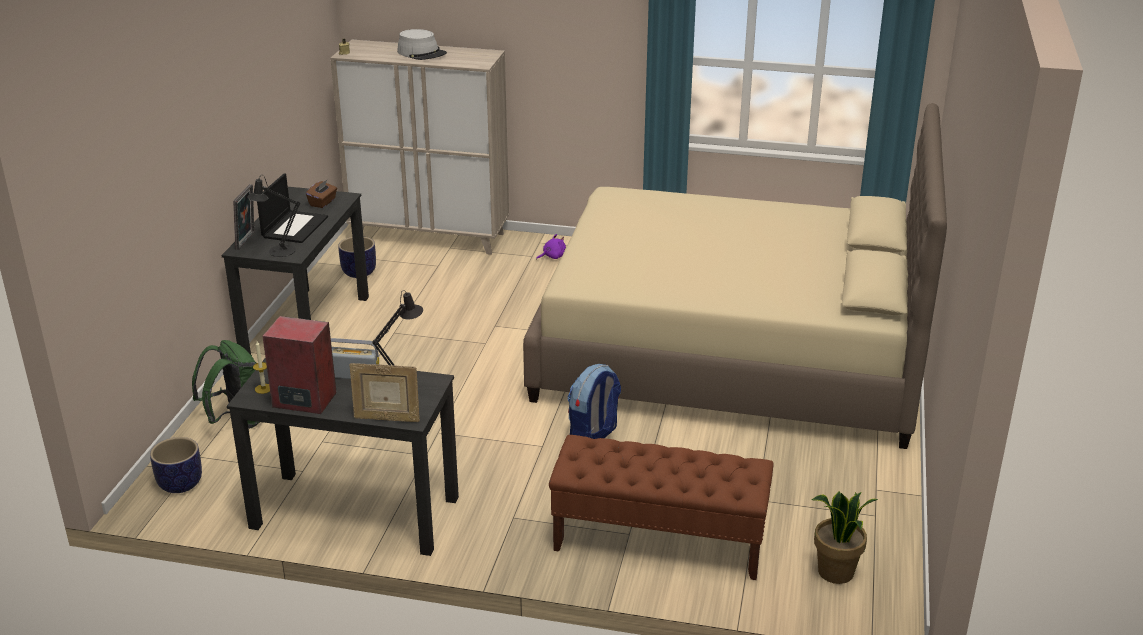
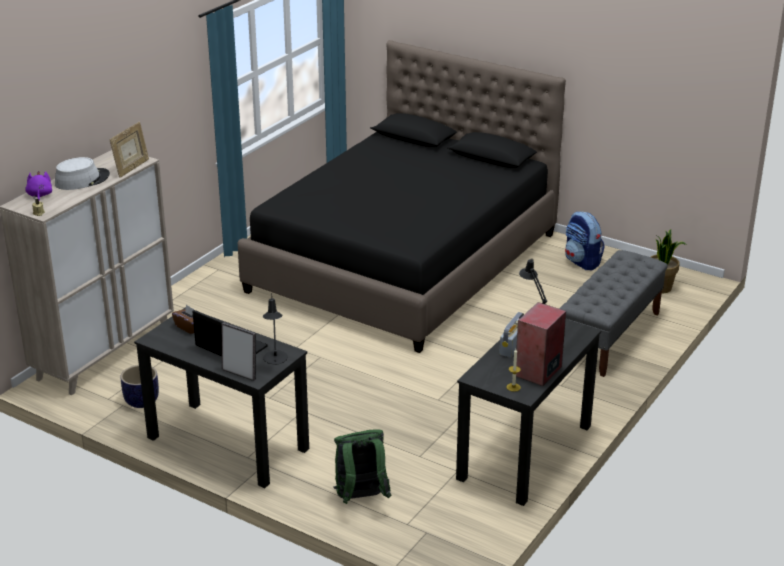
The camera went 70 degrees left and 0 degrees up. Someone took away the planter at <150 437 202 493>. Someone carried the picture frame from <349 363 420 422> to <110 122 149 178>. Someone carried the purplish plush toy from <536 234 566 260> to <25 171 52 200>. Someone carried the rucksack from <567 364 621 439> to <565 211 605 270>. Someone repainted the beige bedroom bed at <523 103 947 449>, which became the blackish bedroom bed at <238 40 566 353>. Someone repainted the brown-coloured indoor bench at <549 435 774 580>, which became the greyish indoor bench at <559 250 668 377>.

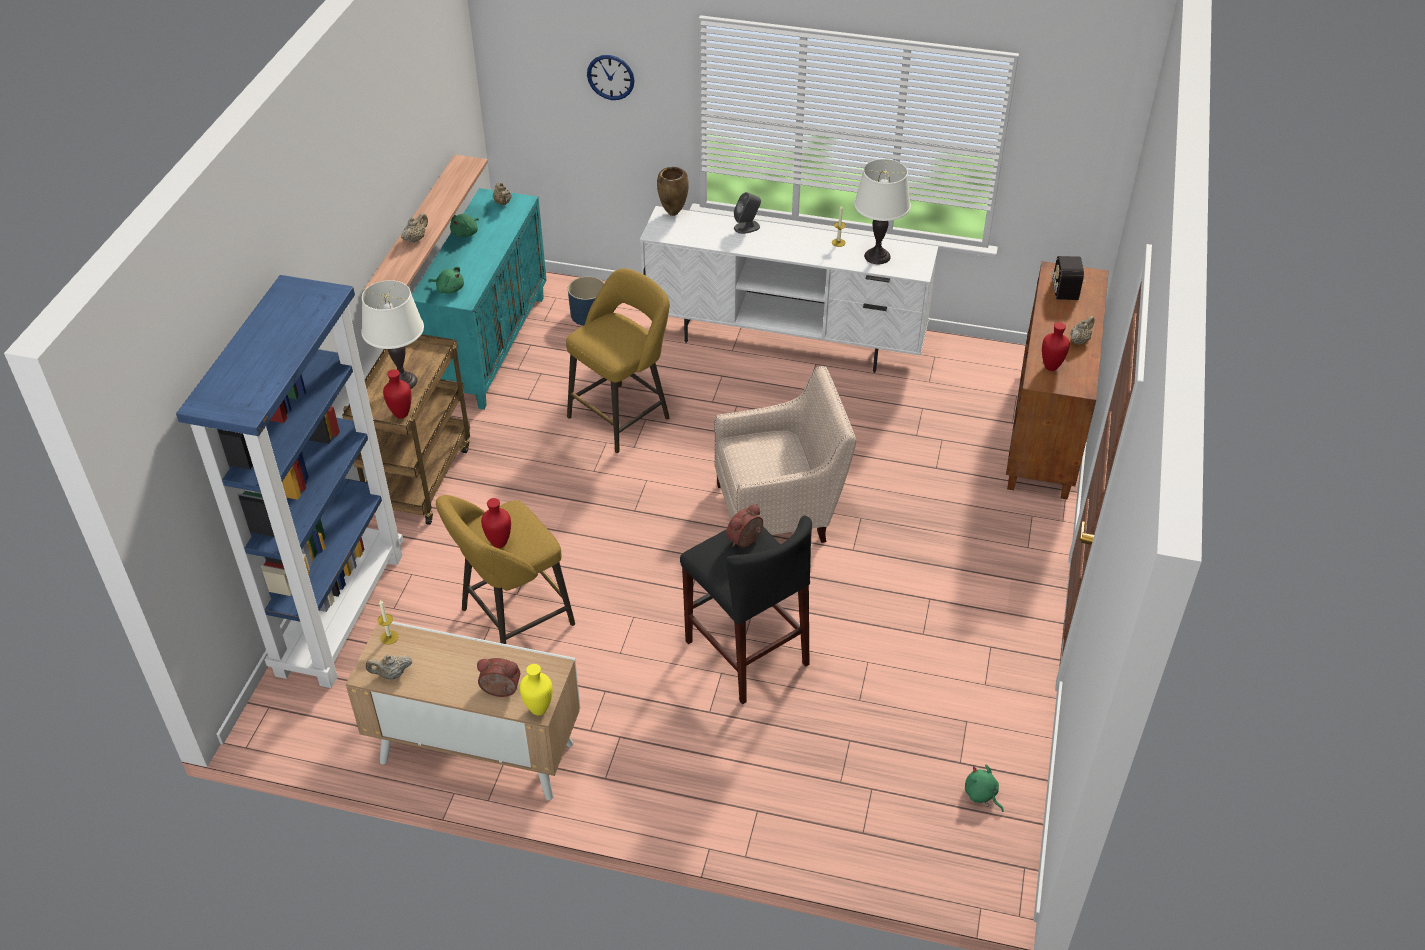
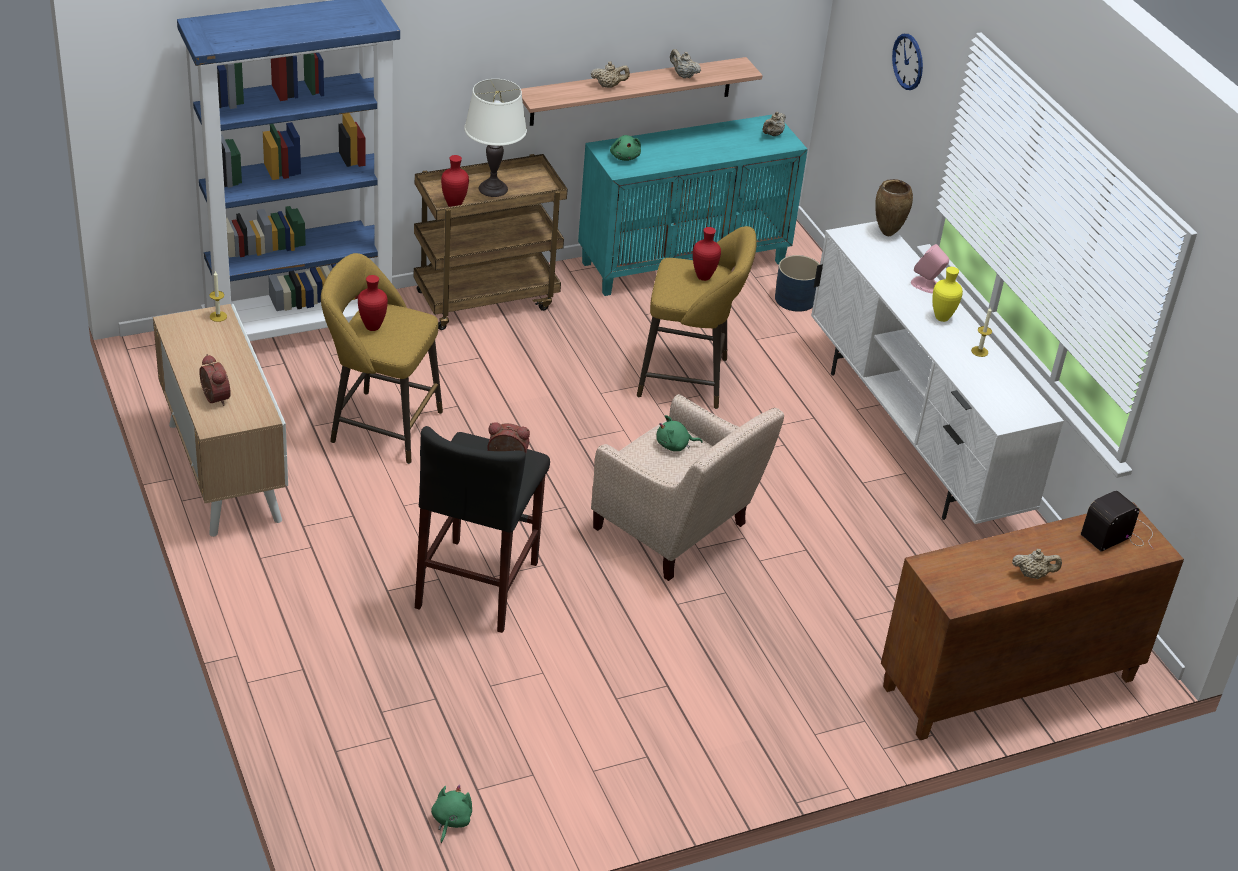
The camera went 50 degrees right and 5 degrees down. Someone took away the whitish tabletop lamp at <854 159 911 264>. Someone carried the beige teapot from <366 654 412 680> to <670 49 701 78>. Someone carried the green-coloured plush toy from <450 214 479 237> to <656 415 703 451>. Someone carried the yellow-coloured vase from <520 664 553 715> to <932 267 963 322>. Someone carried the red vase from <1042 322 1070 371> to <693 227 721 281>. Someone repainted the greyish loudspeaker at <734 192 761 234>, which became the pink-coloured loudspeaker at <911 244 949 294>.

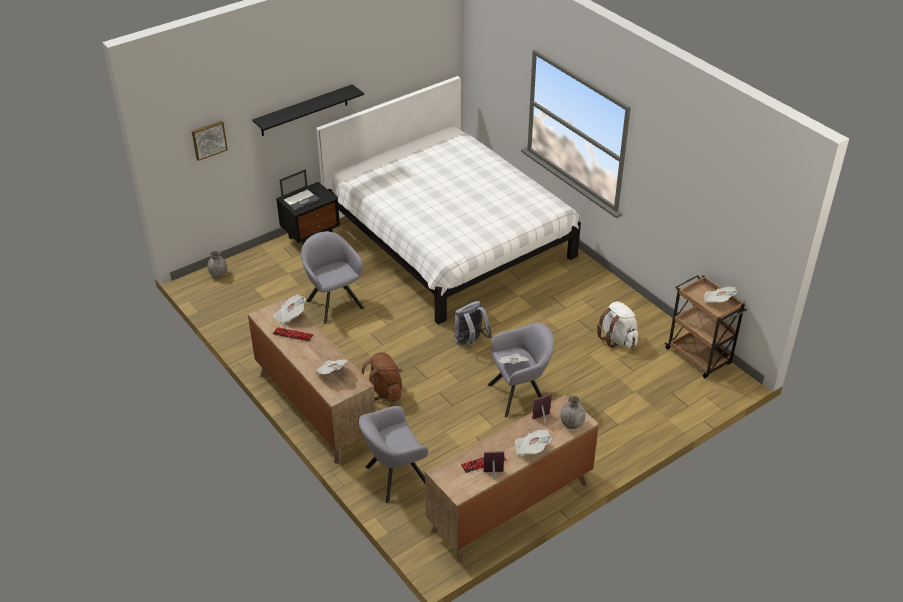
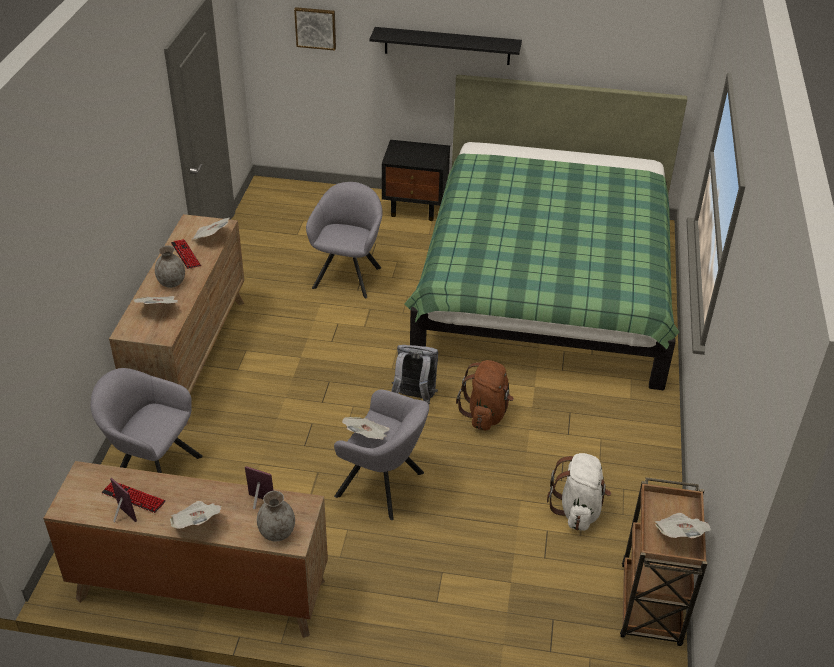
The camera went 45 degrees right and 0 degrees up. Someone took away the portable computer at <280 169 320 211>. Someone carried the greyish vase from <208 251 227 277> to <155 246 185 288>. Someone carried the brown-coloured rucksack from <362 352 402 402> to <456 360 514 430>. Someone repainted the whitish bedroom bed at <316 76 581 325>, which became the green-coloured bedroom bed at <405 75 687 390>.

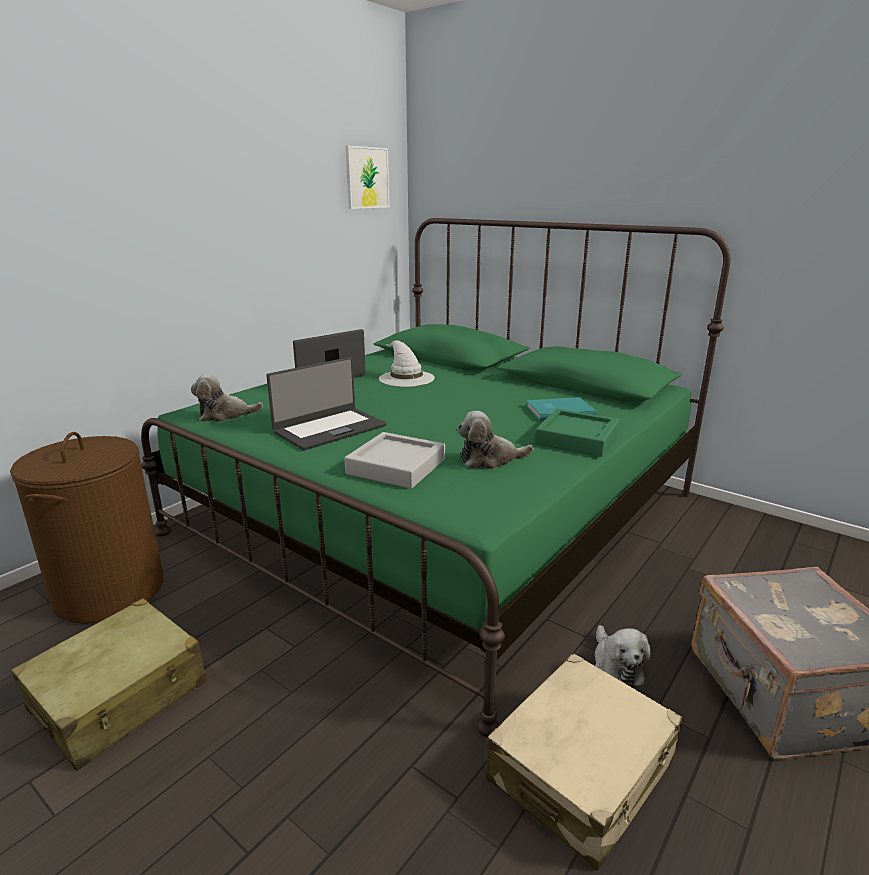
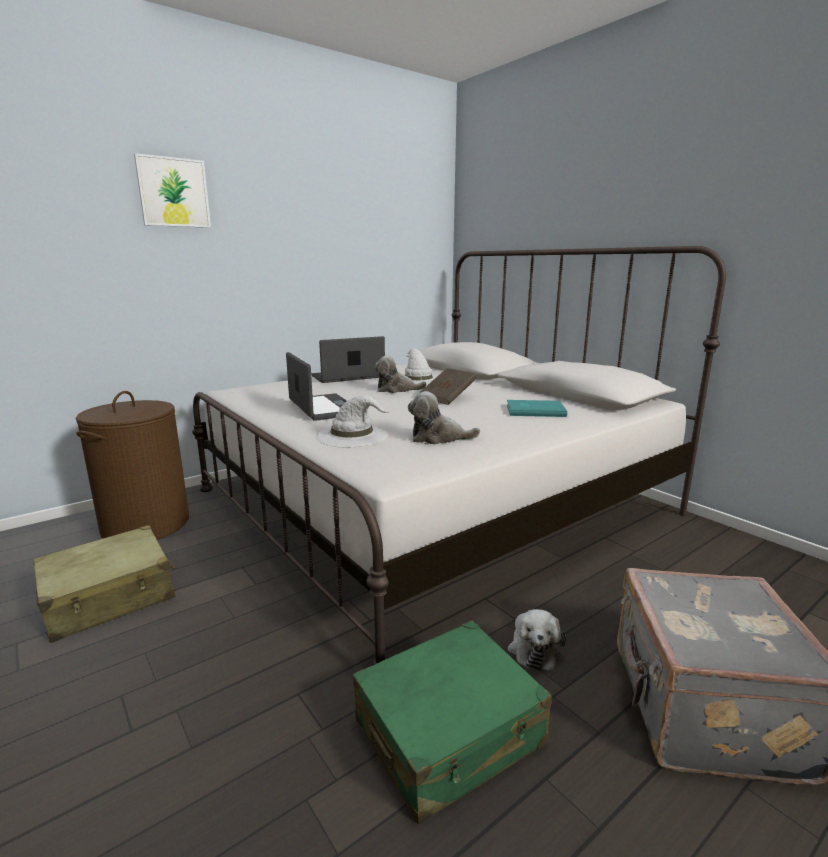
The camera went 15 degrees right and 5 degrees down. Someone took away the green-coloured carrying tray at <535 409 619 457>. Someone put down the brown-coloured volume at <419 368 476 405>. Someone carried the plush toy from <191 374 263 422> to <374 356 426 393>. Someone carried the picture from <345 146 390 209> to <134 153 211 228>. Someone swapped the greyish carrying tray at <344 432 445 489> for the whitish clothing hat at <316 395 389 447>. Someone repainted the green-coloured bedroom bed at <141 218 731 737>, which became the whitish bedroom bed at <192 246 726 665>. Someone repainted the beige suitcase at <485 653 683 871>, which became the green-coloured suitcase at <353 621 552 824>. Someone rotated the portable computer at <266 357 386 450> by 90 degrees counterclockwise.

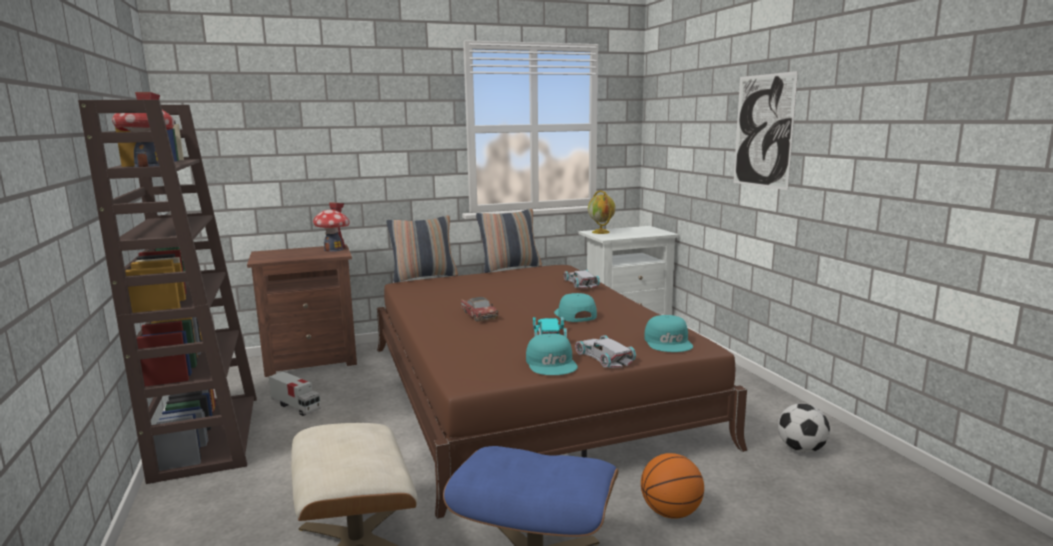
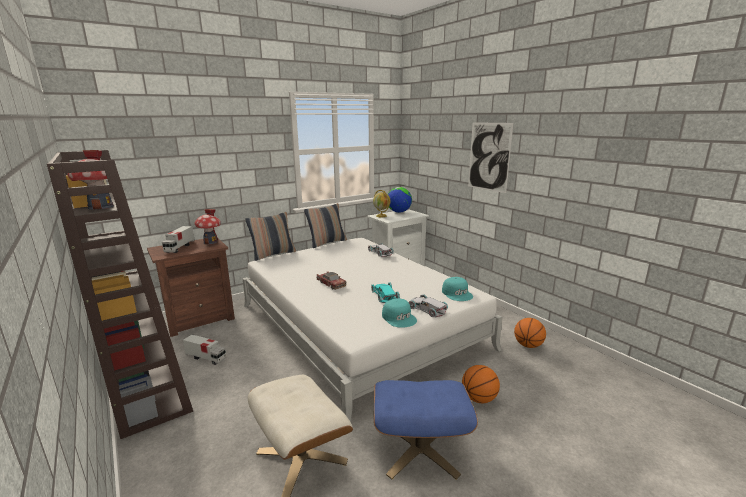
The camera went 15 degrees left and 5 degrees up. Someone took away the blue-green baseball cap at <554 293 597 322>. Someone put down the toy truck at <162 226 195 253>. Someone put down the world globe at <388 187 412 213>. Someone swapped the football at <778 403 830 453> for the basketball at <514 318 546 348>. Someone repainted the brown-coloured bedroom bed at <377 265 748 519>, which became the whitish bedroom bed at <242 238 502 422>.

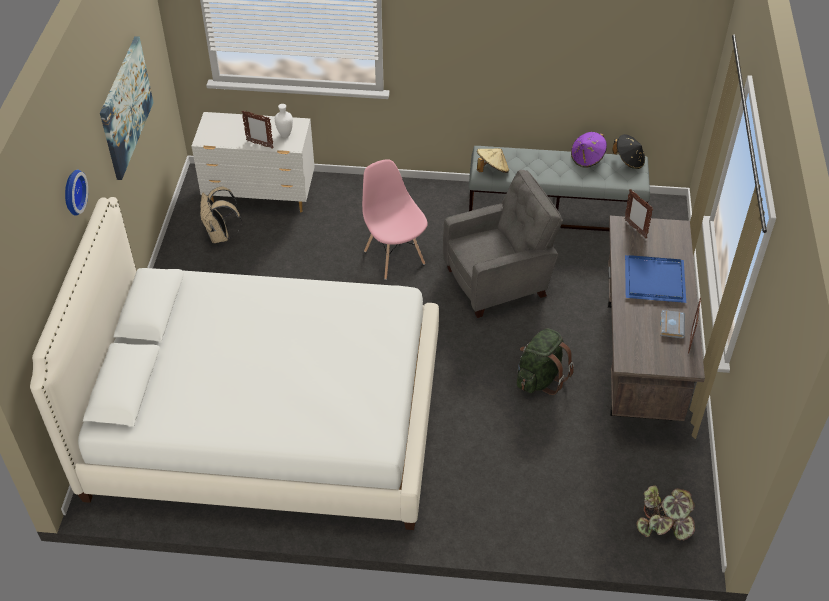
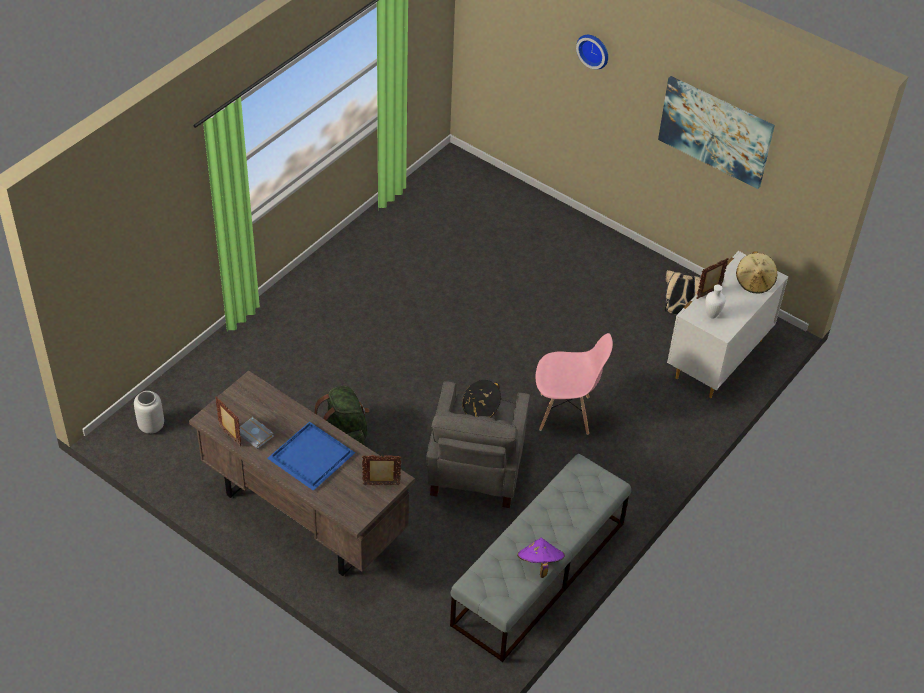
The camera went 120 degrees right and 0 degrees up. Someone took away the whitish bedroom bed at <30 197 439 530>. Someone carried the beige clothing hat from <477 149 509 173> to <736 251 777 294>. Someone carried the blackish clothing hat from <612 134 645 169> to <462 380 501 418>. Someone swapped the potted plant at <637 485 695 541> for the greyish vase at <134 391 164 434>.

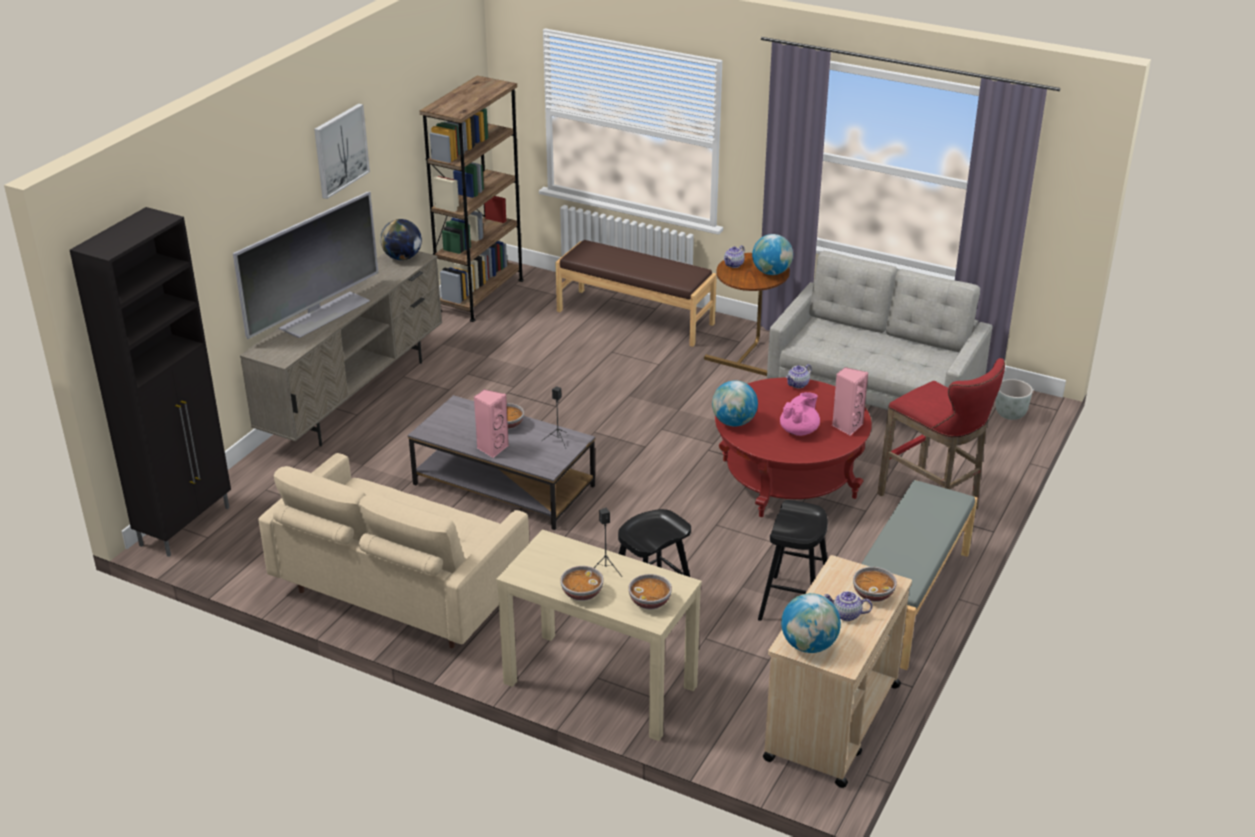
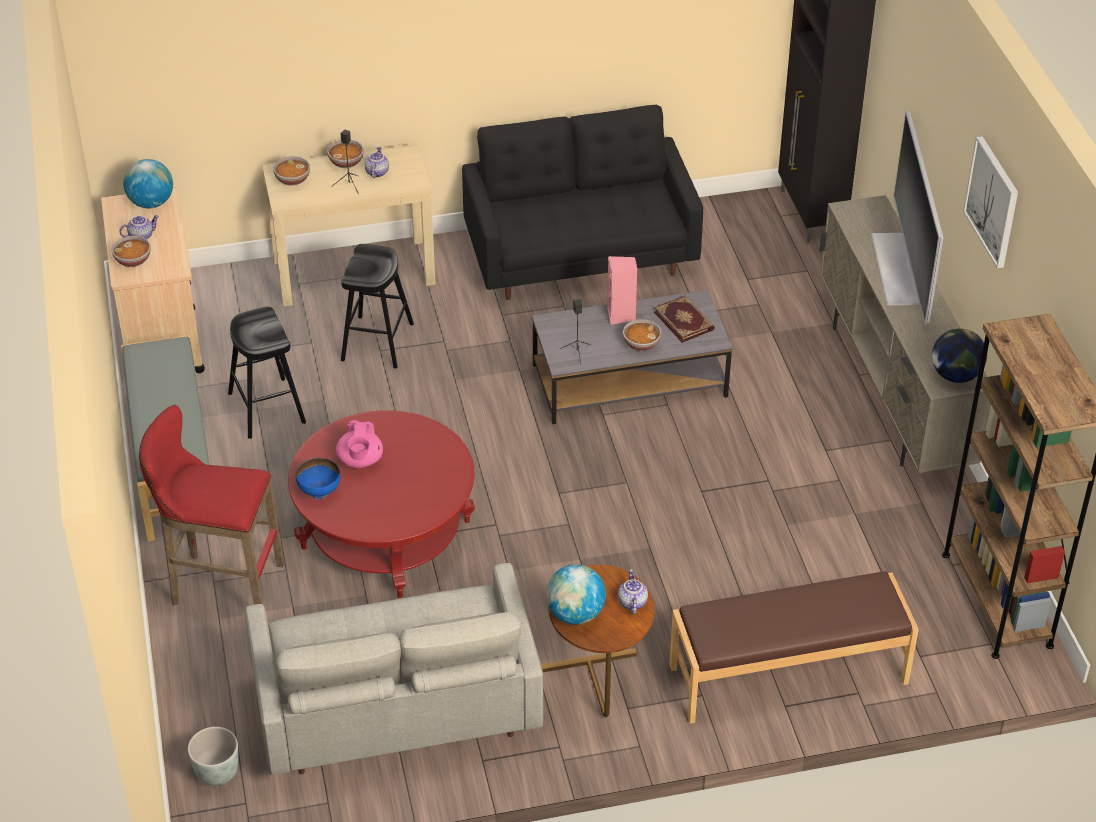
The camera went 140 degrees right and 10 degrees up. Someone took away the world globe at <712 380 758 427>. Someone put down the volume at <654 296 715 343>. Someone carried the teapot from <786 364 812 388> to <365 146 389 178>. Someone swapped the pink-coloured loudspeaker at <832 367 868 436> for the blue-coloured bowl at <296 458 341 499>. Someone repainted the beige settee at <258 453 529 648>, which became the blackish settee at <462 104 703 300>.

